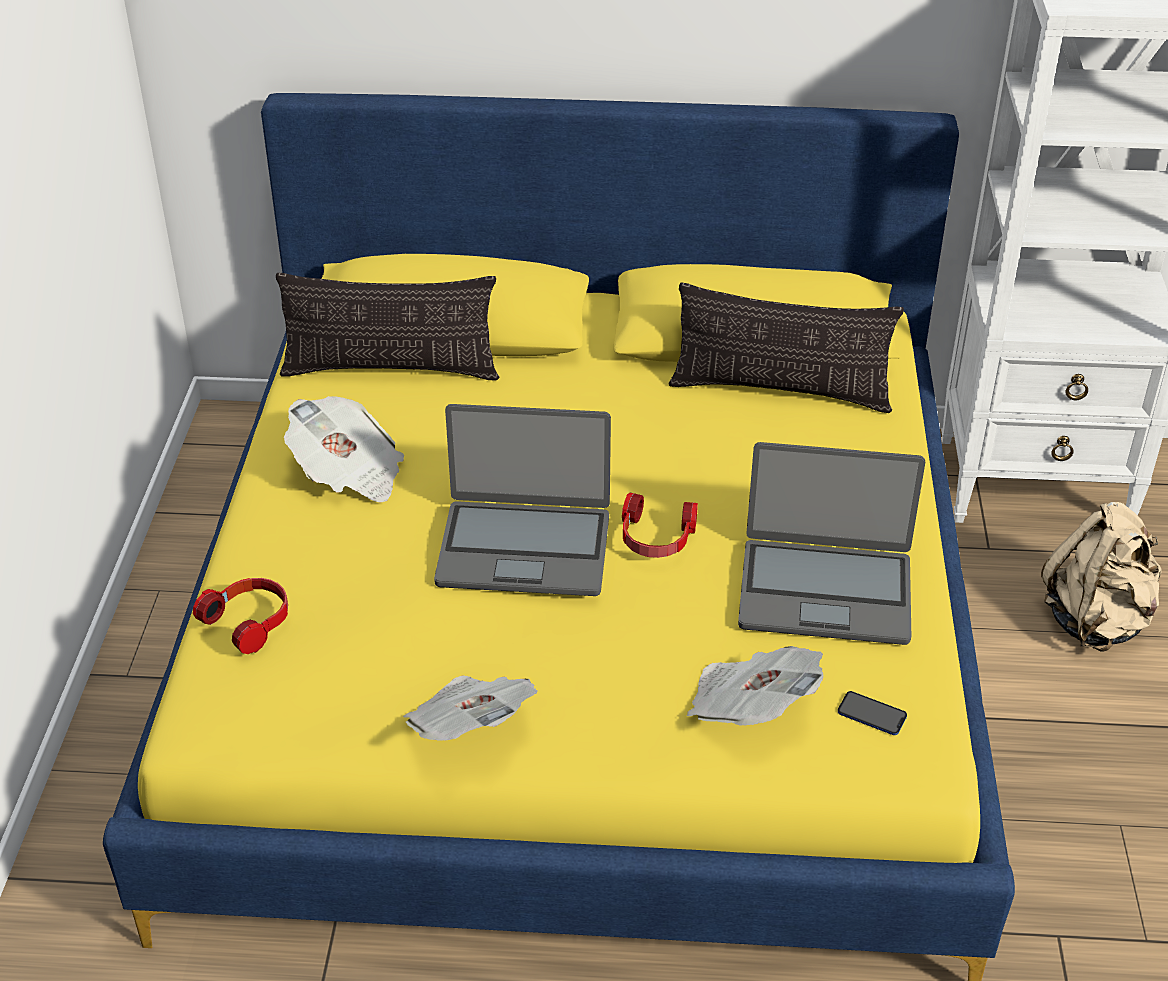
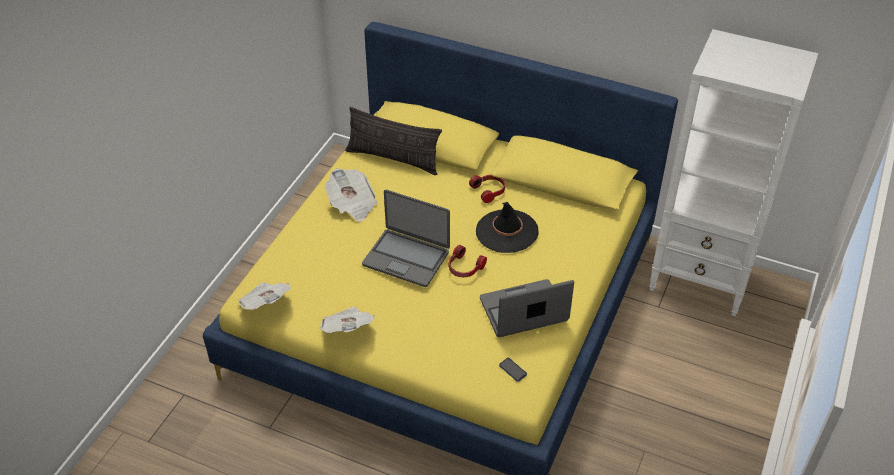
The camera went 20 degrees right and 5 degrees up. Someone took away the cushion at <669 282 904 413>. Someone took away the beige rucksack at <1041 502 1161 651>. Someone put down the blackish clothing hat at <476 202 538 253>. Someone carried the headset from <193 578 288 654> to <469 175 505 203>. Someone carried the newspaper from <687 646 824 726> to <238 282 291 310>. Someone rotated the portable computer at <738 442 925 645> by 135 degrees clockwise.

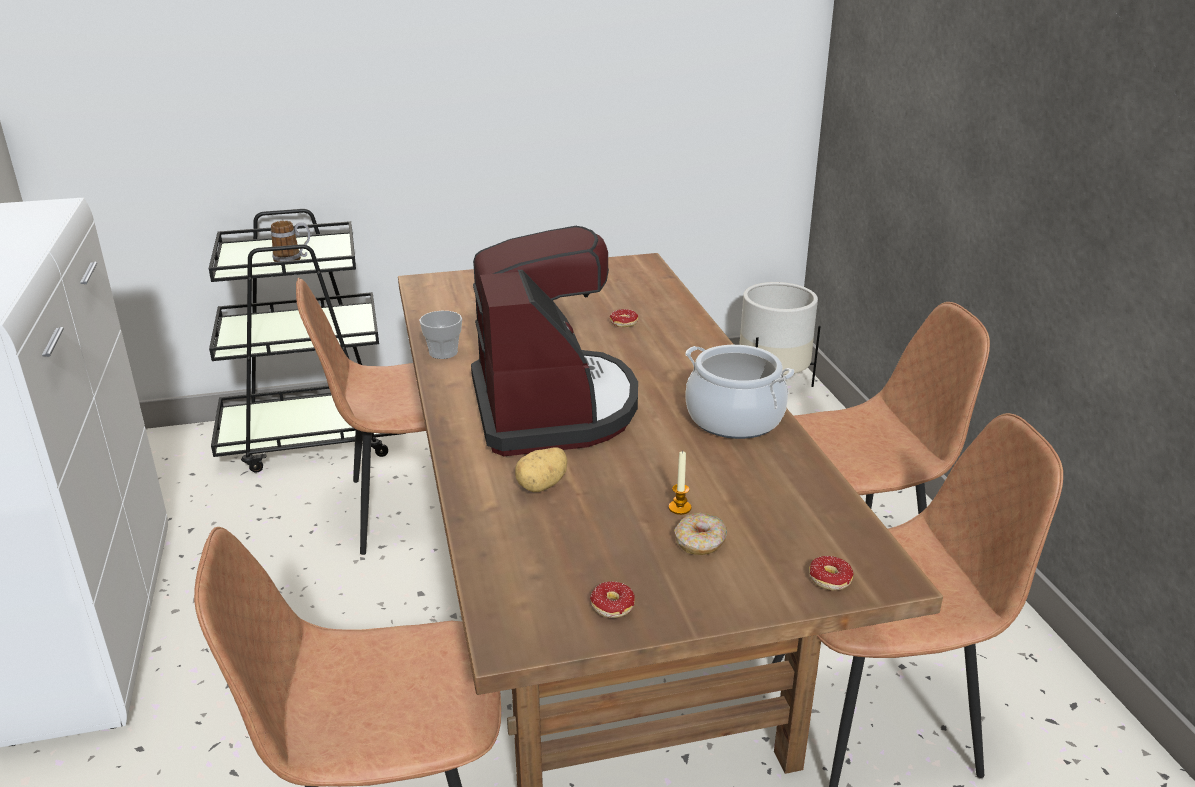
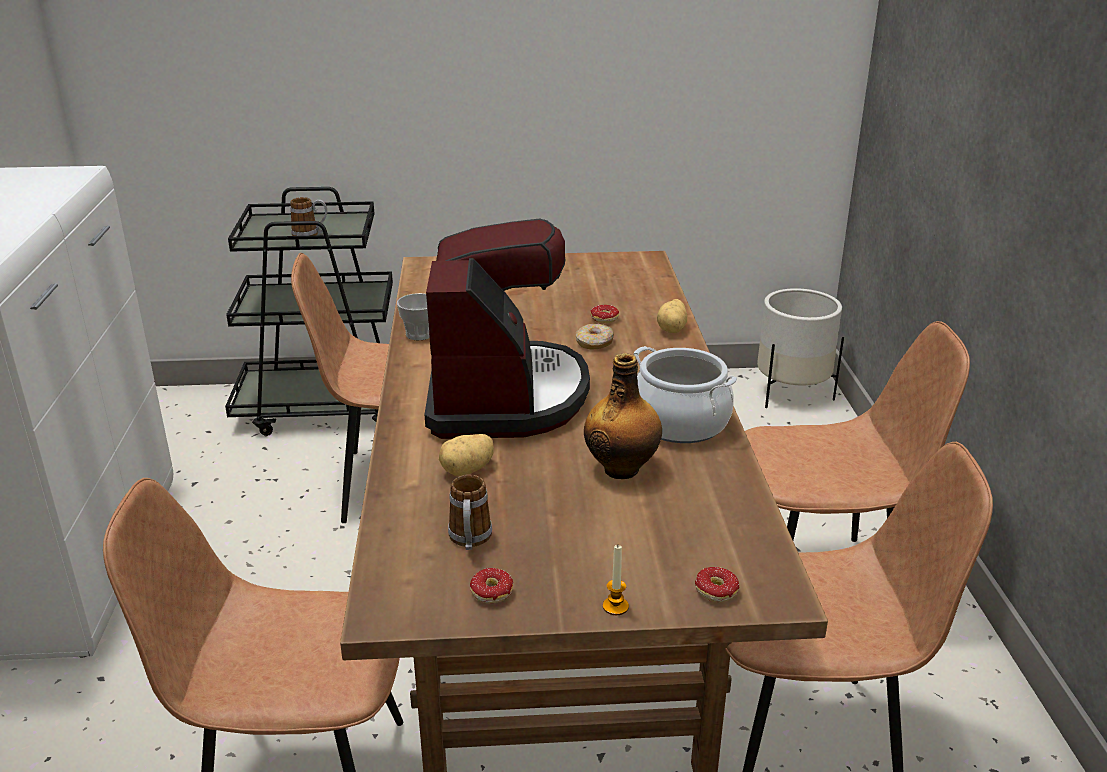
The camera went 10 degrees right and 0 degrees up. Someone put down the coffee mug at <448 475 492 550>. Someone put down the beverage bottle at <584 353 662 479>. Someone put down the potato at <657 299 687 333>. Someone carried the wax light from <669 450 691 515> to <603 545 629 615>. Someone carried the doughnut from <674 513 727 555> to <575 324 614 350>.

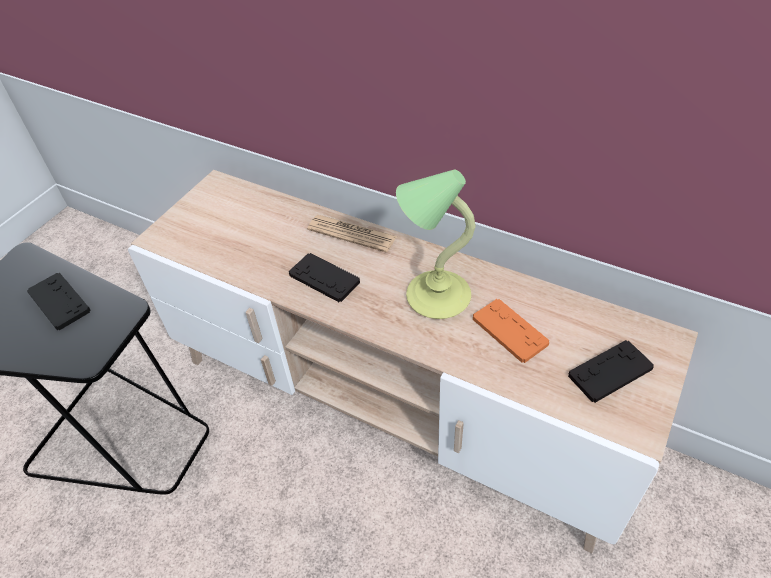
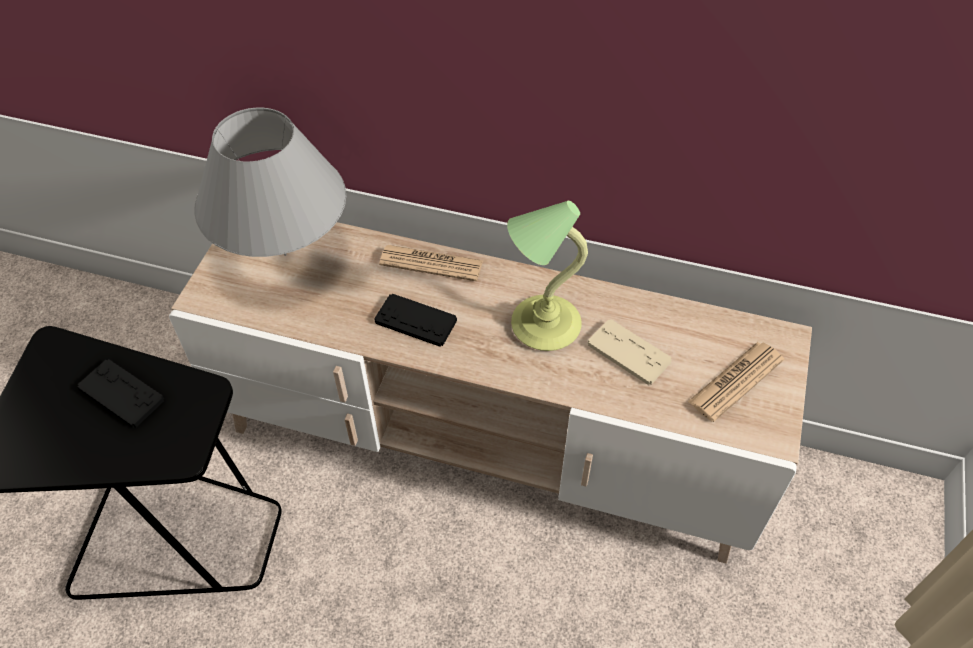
The camera went 15 degrees left and 5 degrees up. Someone put down the greyish tabletop lamp at <194 108 346 257>. Someone swapped the blackish joypad at <568 340 654 403> for the newspaper at <688 342 784 422>. Someone repainted the orange joypad at <473 299 549 363>, which became the beige joypad at <588 319 672 385>.

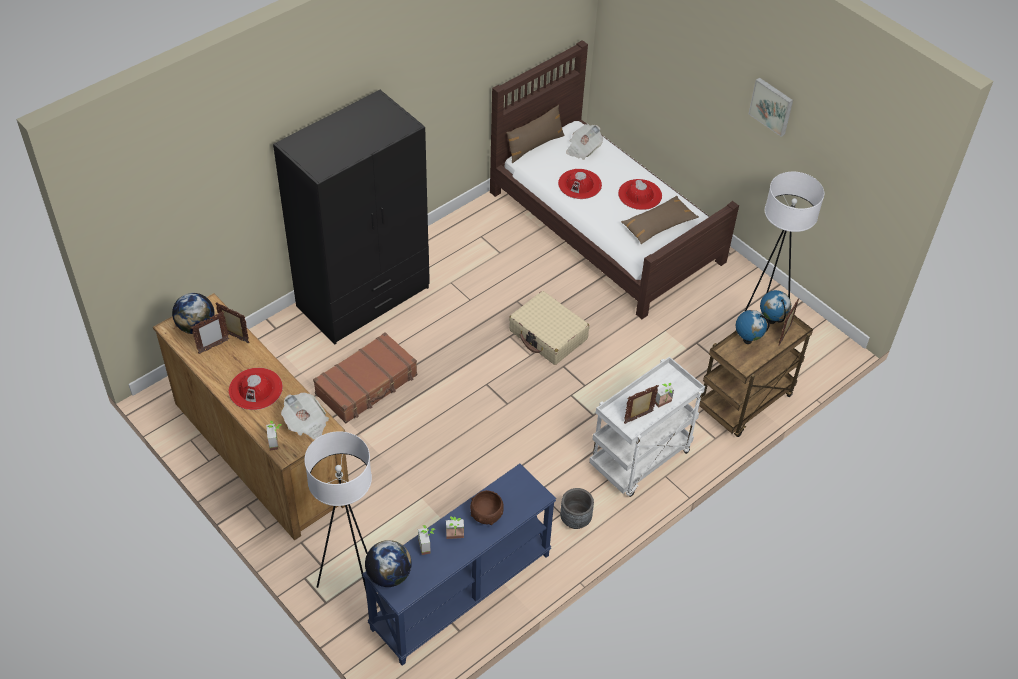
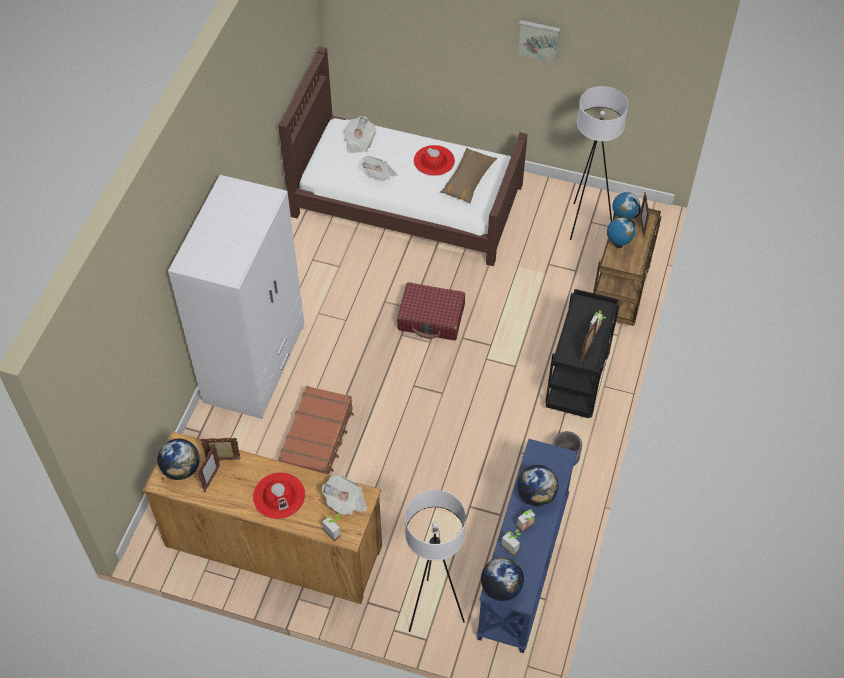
The camera went 30 degrees left and 5 degrees up. Someone took away the brown-coloured cushion at <506 105 565 163>. Someone swapped the brown-coloured bowl at <470 490 504 525> for the world globe at <517 465 559 506>. Someone swapped the red clothing hat at <558 169 602 199> for the newspaper at <361 156 398 181>. Someone repainted the blackish clothes cupboard at <273 90 430 345>, which became the whitish clothes cupboard at <168 175 305 419>. Someone repainted the beige suitcase at <509 291 589 365>, which became the red suitcase at <397 282 465 340>. Someone repainted the whitish cart at <589 356 705 497>, which became the blackish cart at <545 289 619 418>.

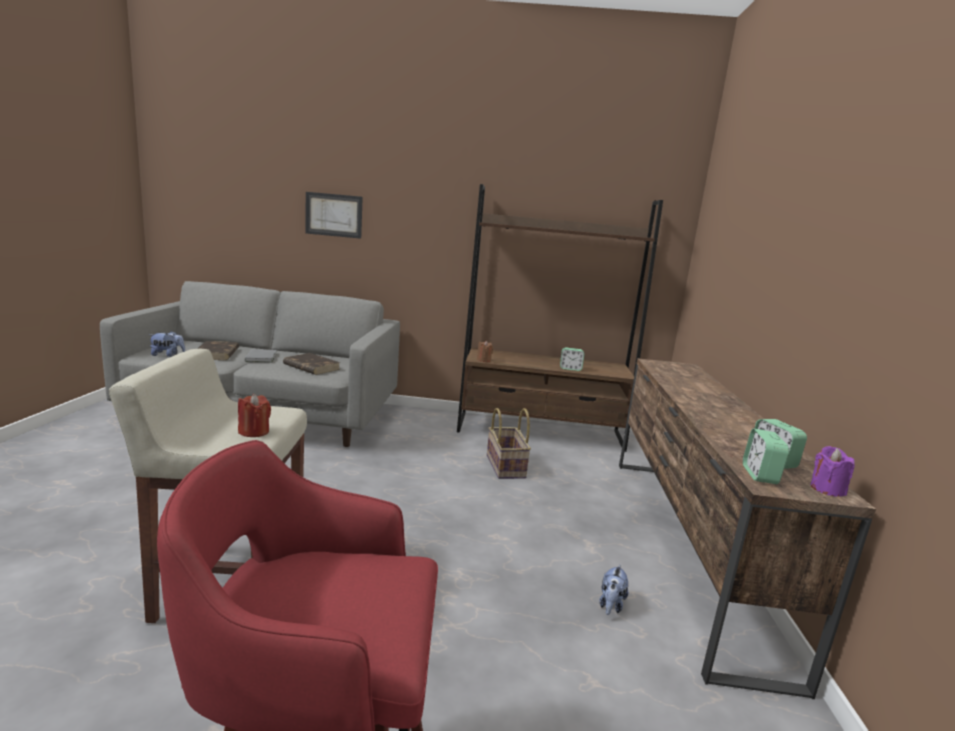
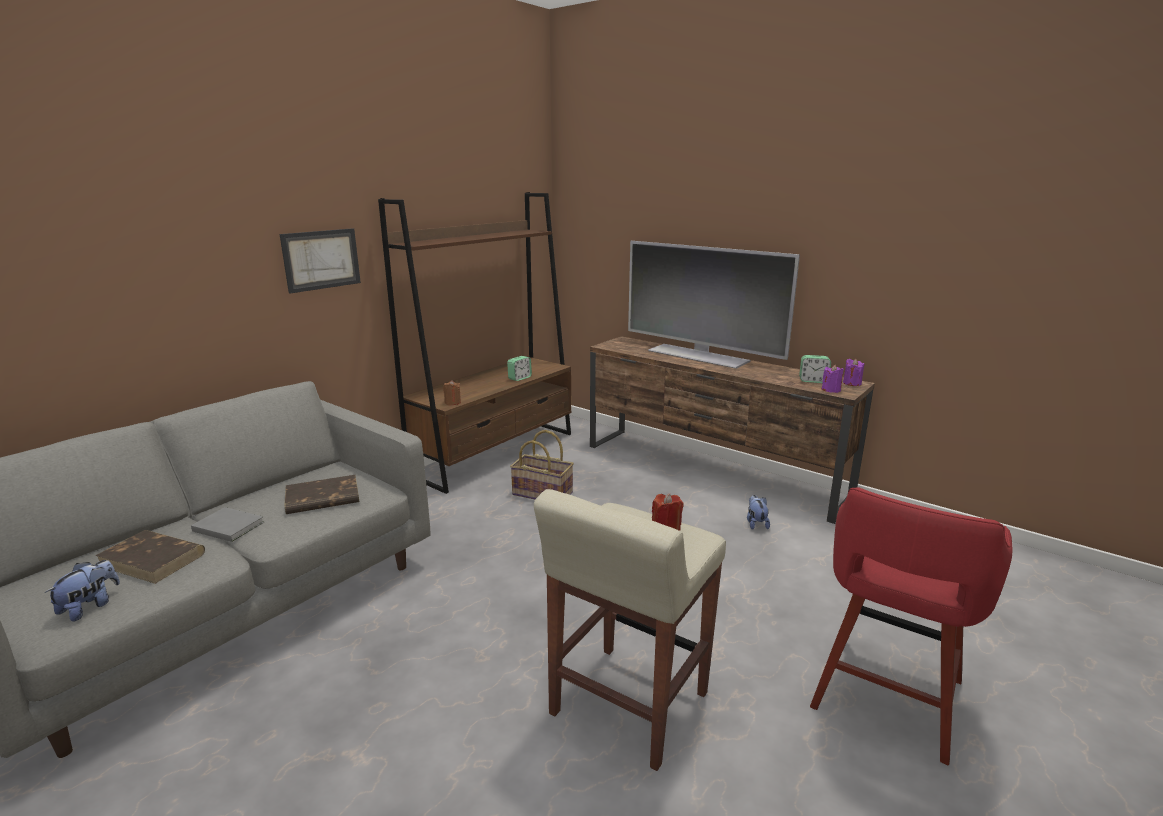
The camera went 55 degrees left and 5 degrees up. Someone put down the TV set at <628 241 800 369>. Someone carried the picture from <306 192 363 239> to <280 228 361 294>. Someone swapped the bedside clock at <743 429 789 484> for the purplish wax light at <821 365 844 393>. Someone rotated the plush toy at <599 565 628 615> by 150 degrees counterclockwise.

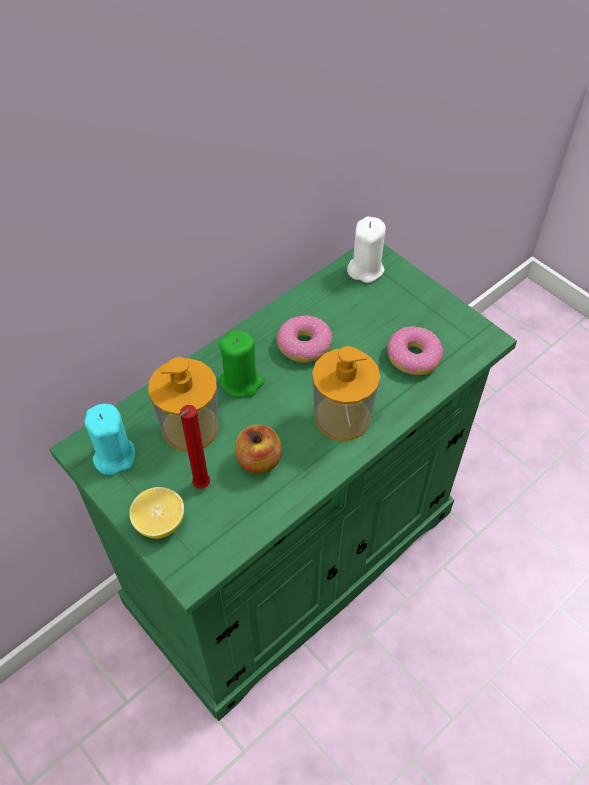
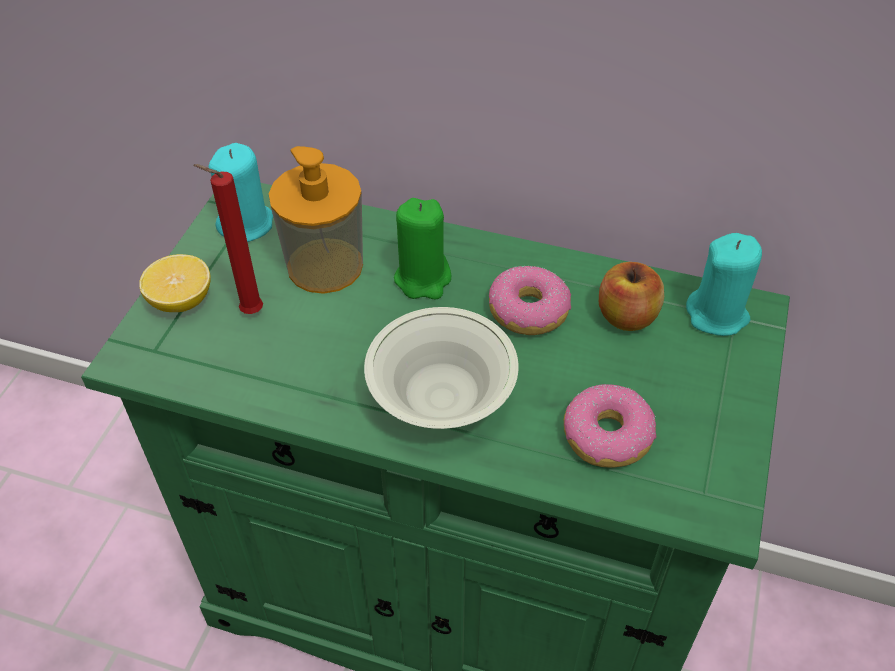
The camera went 60 degrees right and 5 degrees down. Someone carried the apple from <235 425 282 474> to <599 262 664 331>. Someone swapped the soap bottle at <312 346 380 441> for the whitish bowl at <364 307 519 429>. Someone repainted the whitish wax light at <347 216 386 283>, which became the blue-green wax light at <686 233 762 336>.

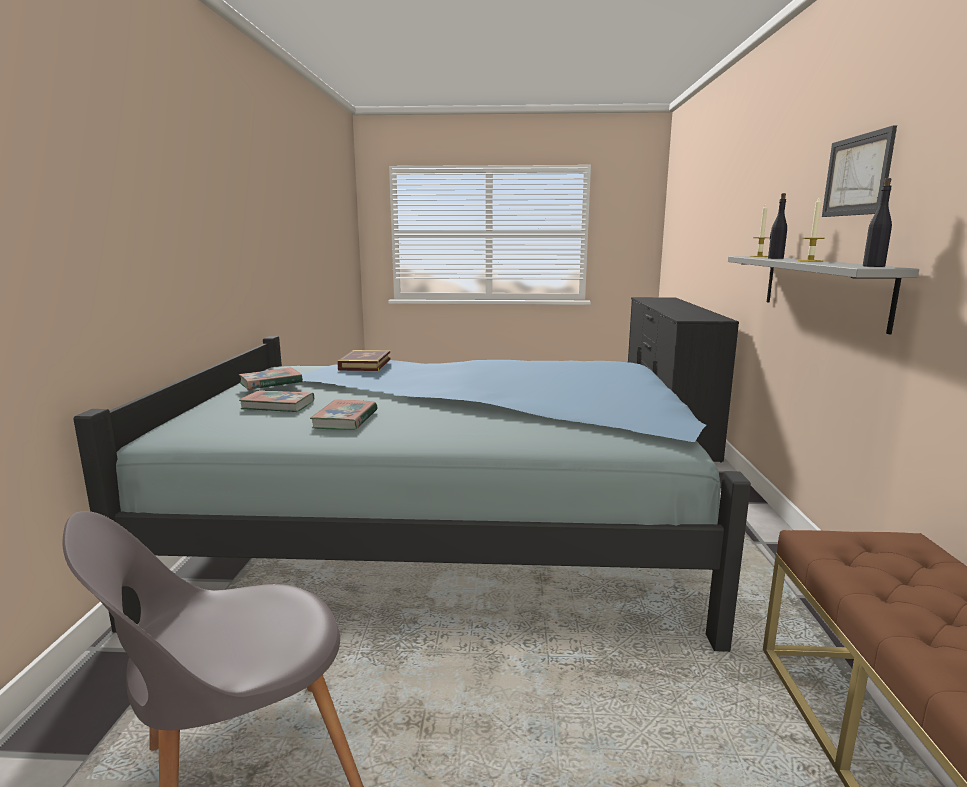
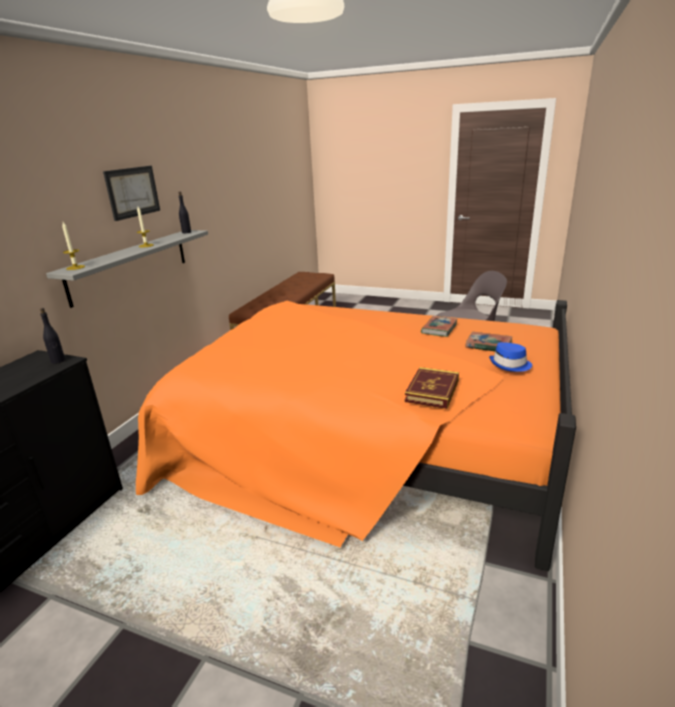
The camera went 160 degrees left and 10 degrees up. Someone carried the blackish beverage bottle from <768 193 787 259> to <40 308 65 364>. Someone swapped the volume at <239 367 303 390> for the blue-coloured clothing hat at <489 342 532 372>. Someone repainted the blue-coloured bedroom bed at <73 336 751 652>, which became the orange bedroom bed at <136 300 576 571>.

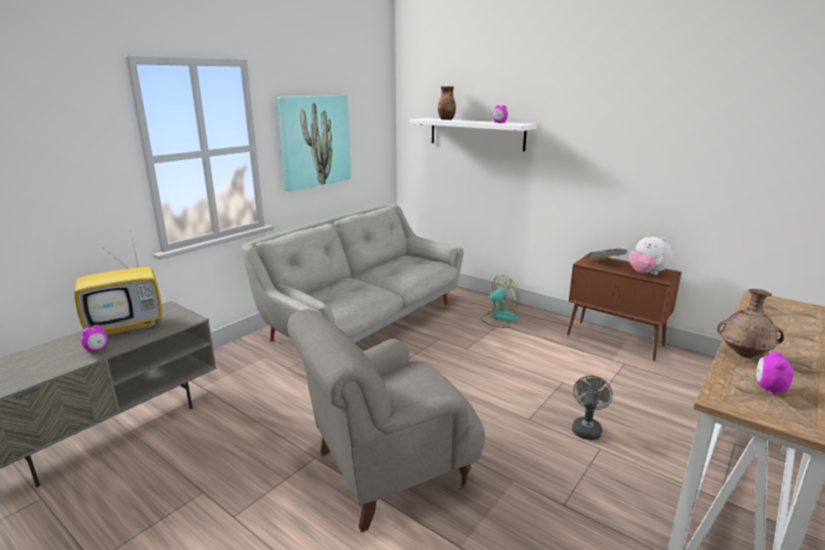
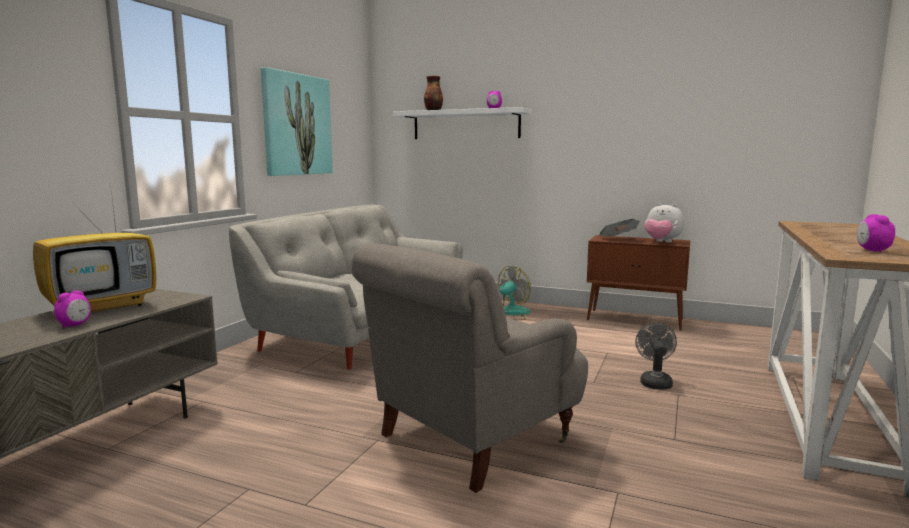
The camera went 15 degrees left and 10 degrees down. Someone took away the brown-coloured vase at <717 289 784 358>.

